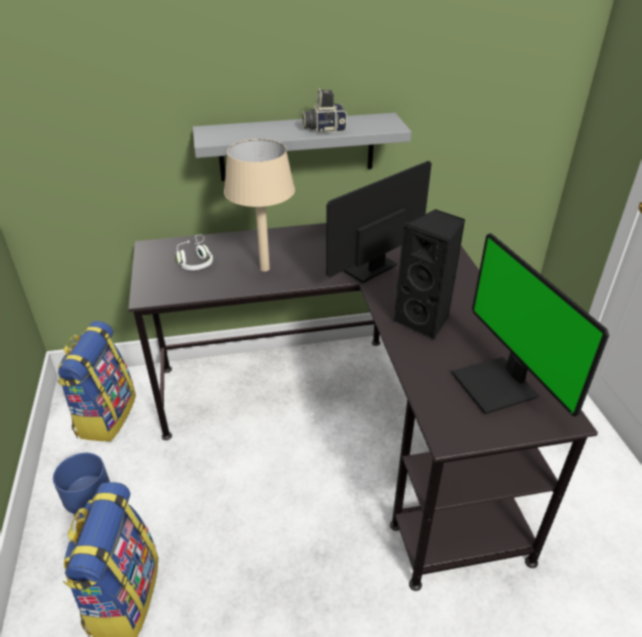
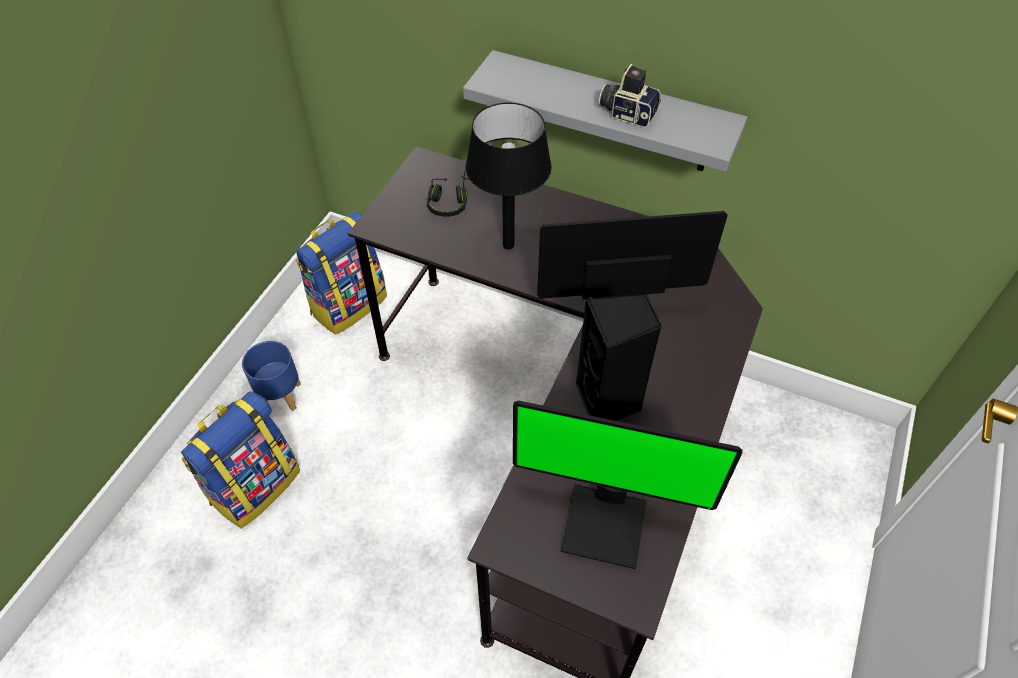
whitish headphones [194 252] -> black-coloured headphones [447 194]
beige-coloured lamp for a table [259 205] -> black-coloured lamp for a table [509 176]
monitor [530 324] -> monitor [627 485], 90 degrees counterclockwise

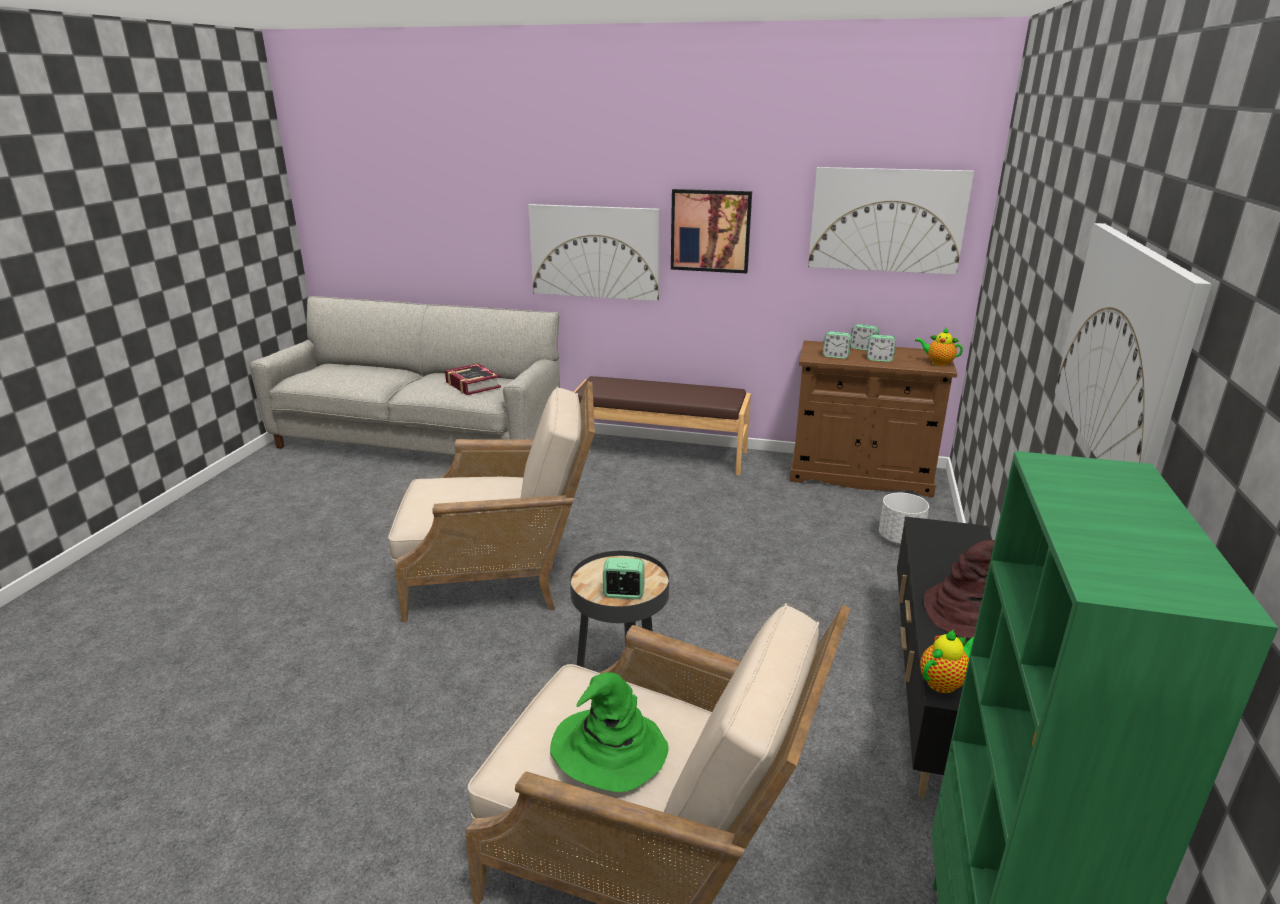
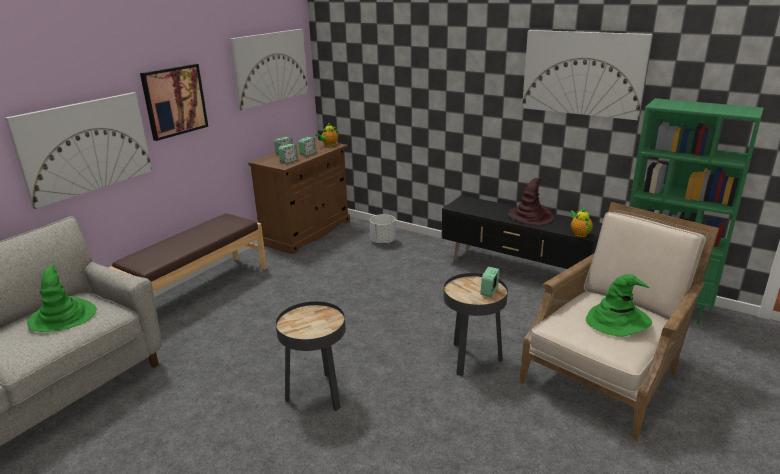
beige-coloured armchair [491 501] -> black-coloured accent table [311 356]
book [473 379] -> greenish wearable hat [62 298]

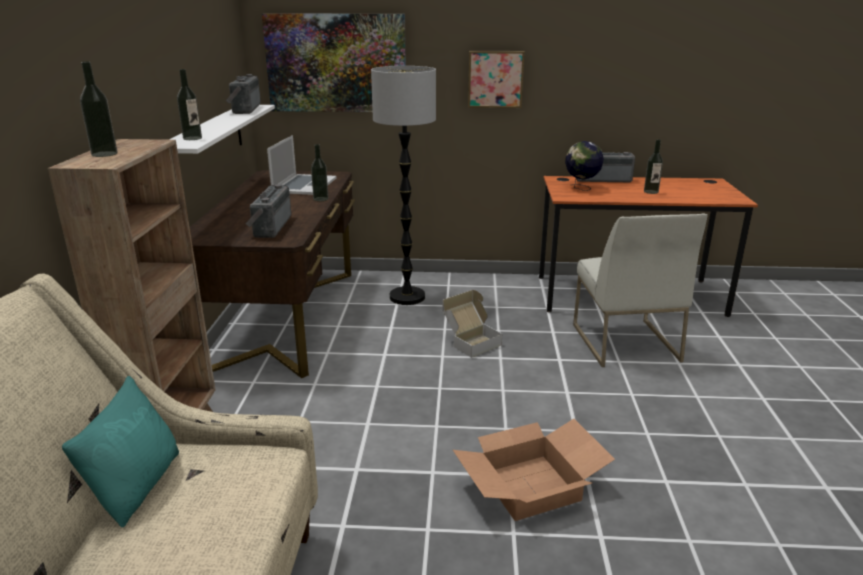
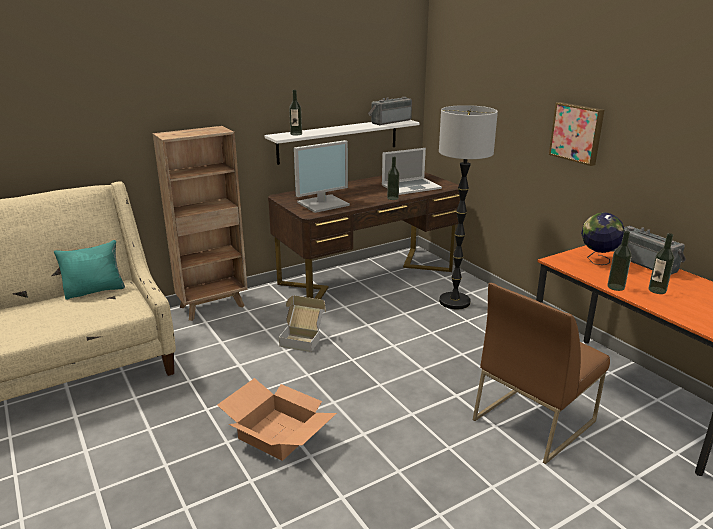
drink bottle [99 109] -> drink bottle [619 261], shifted
radio [268 211] -> monitor [322 176]
wall art [334 63] -> none
packing box [472 324] -> packing box [302 323], shifted
whitish upright chair [640 290] -> brown-coloured upright chair [541 373]

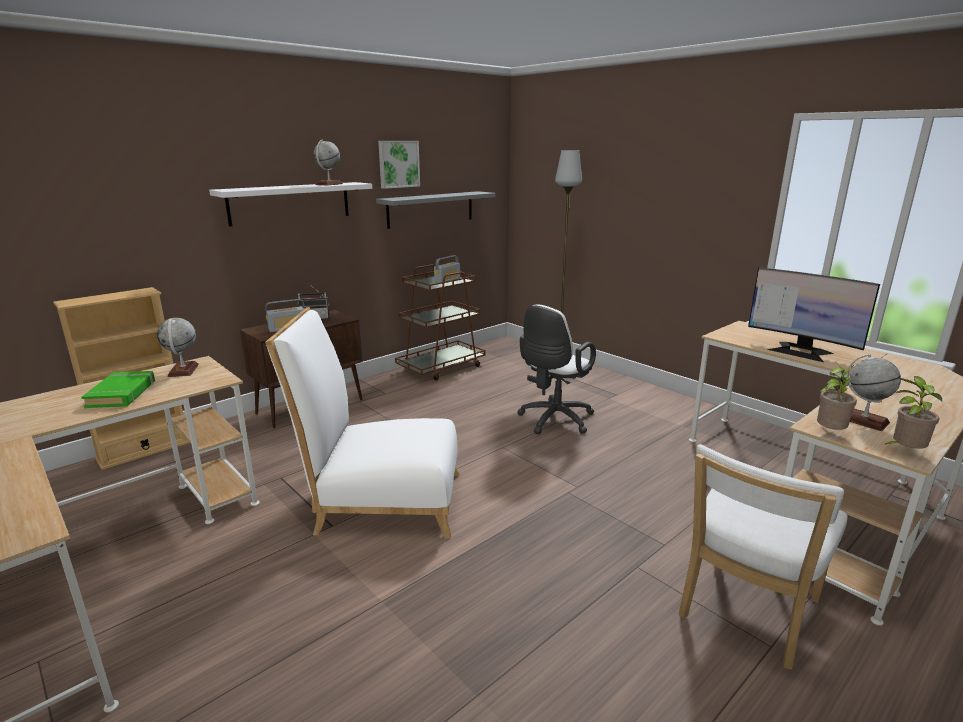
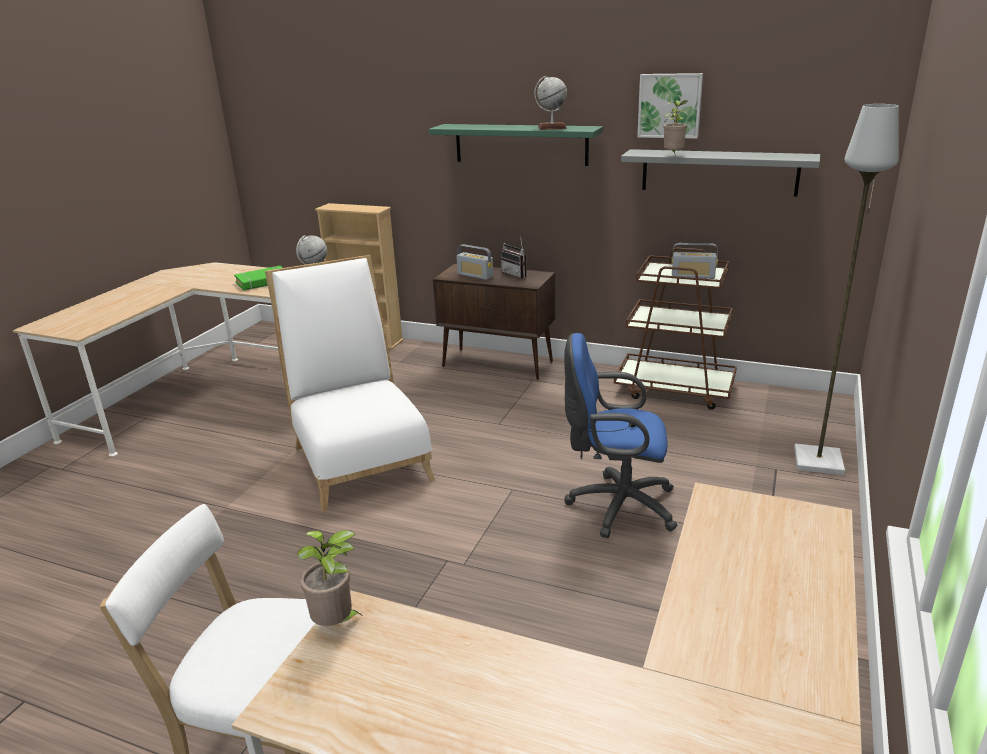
whitish shelf [290 204] -> greenish shelf [515 145]
whitish computer chair [556 369] -> blue-coloured computer chair [621 435]
monitor [814 314] -> none
desk globe [873 392] -> none
houseplant [912 412] -> houseplant [675 126], shifted

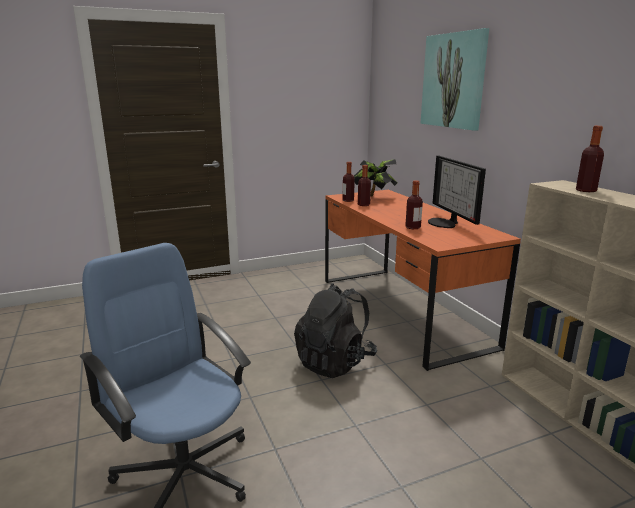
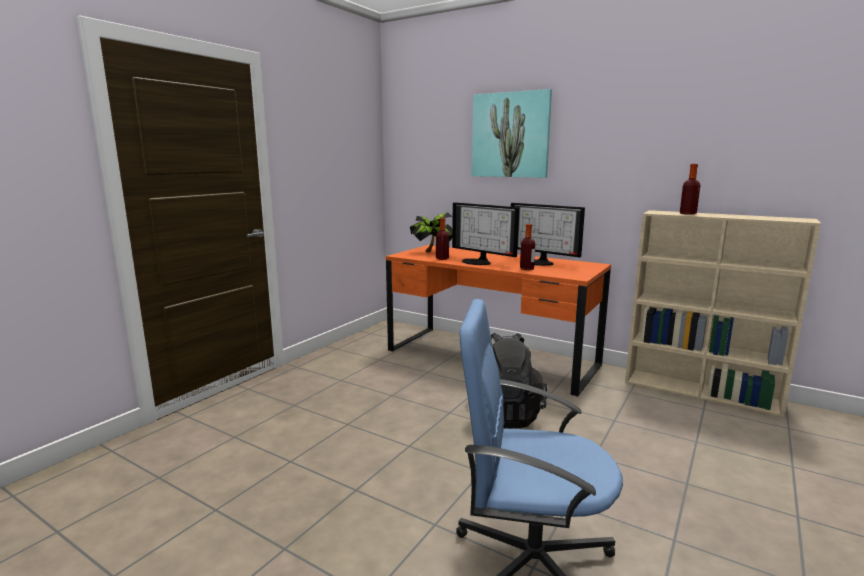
drink bottle [349 182] -> none
none -> monitor [485 233]

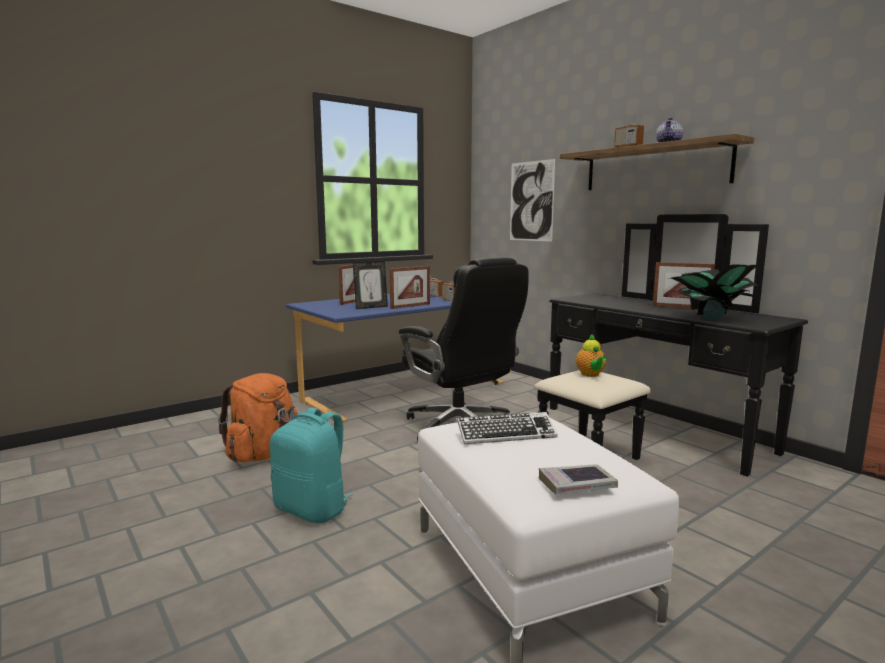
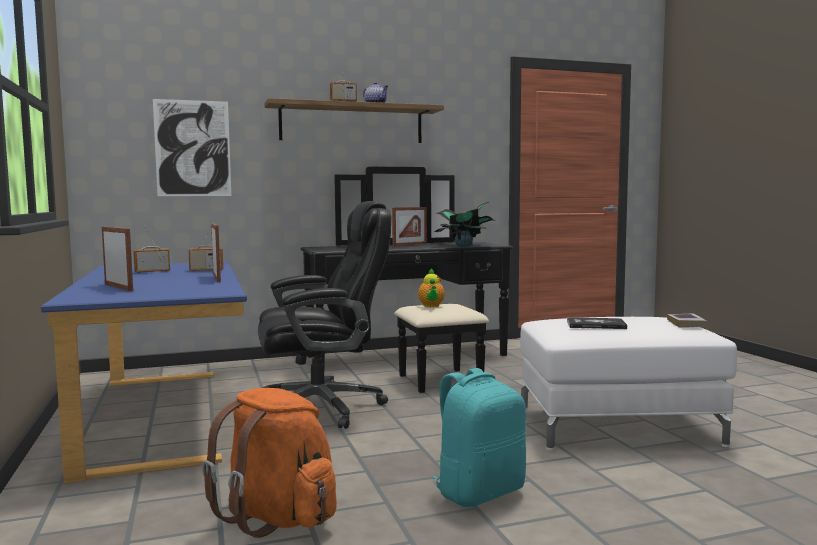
standing frame [370 285] -> none
computer keyboard [507 428] -> book [597 323]
teapot [591 355] -> teapot [431 287], 75 degrees clockwise

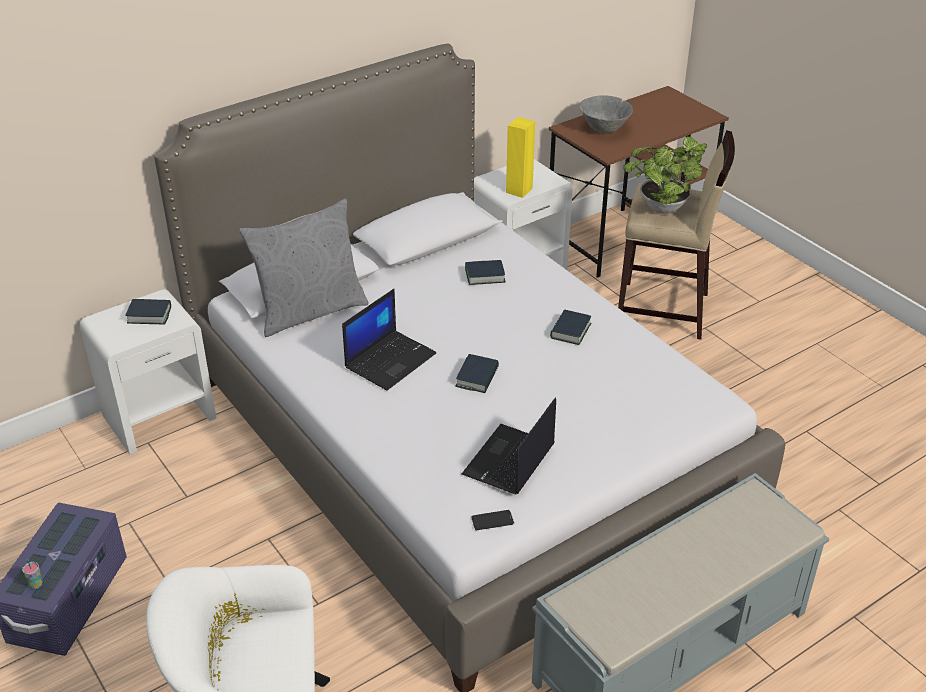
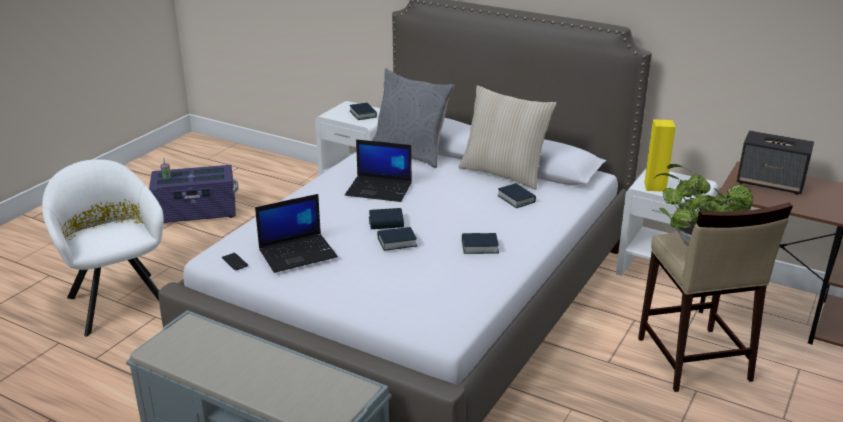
laptop [509 446] -> laptop [296 233], 150 degrees clockwise
grey bowl [606 114] -> audio speaker [775 163]
none -> book [397 239]
none -> beige-coloured throw pillow [508 137]

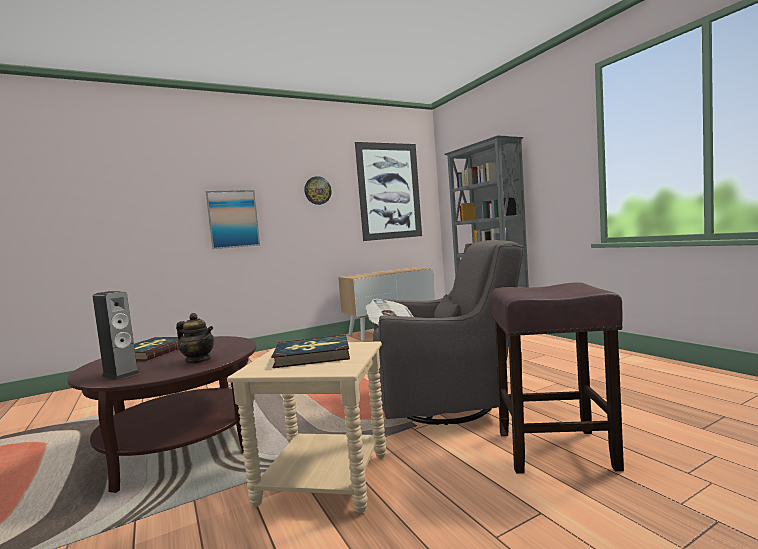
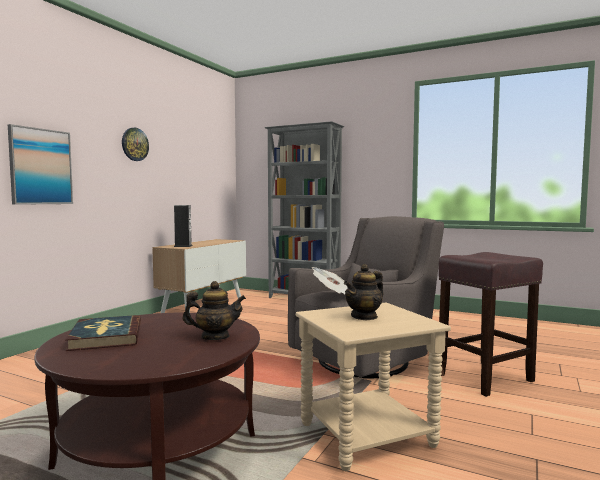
audio speaker [116 335] -> audio speaker [183 226], shifted
book [310 351] -> teapot [363 292]
wall art [388 191] -> none

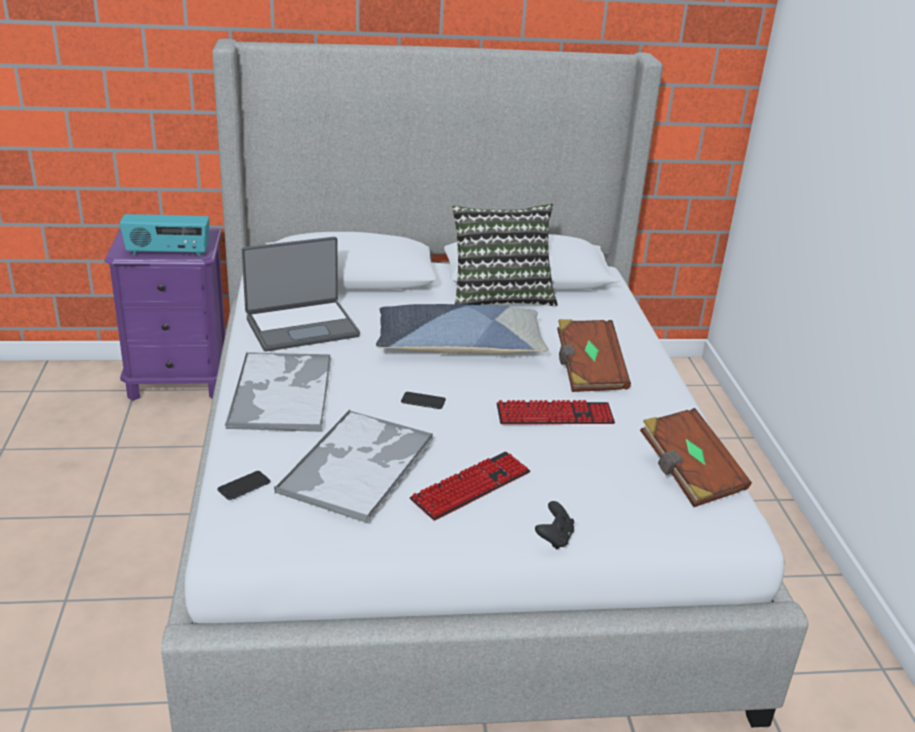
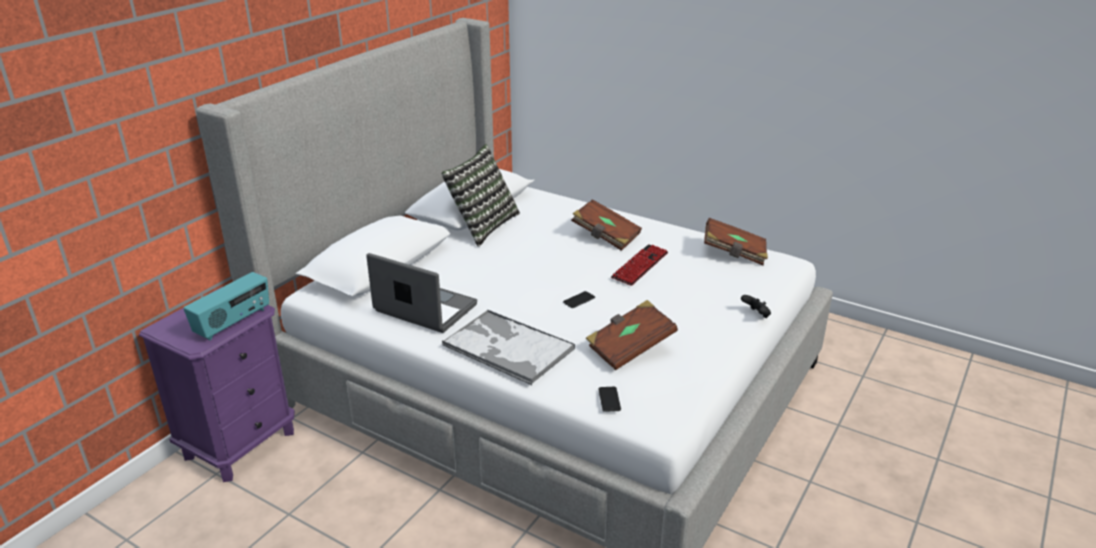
laptop [301 294] -> laptop [421 293], 75 degrees counterclockwise
carrying tray [353 466] -> brown-coloured book [632 335]
throw pillow [462 329] -> none
computer keyboard [470 486] -> none

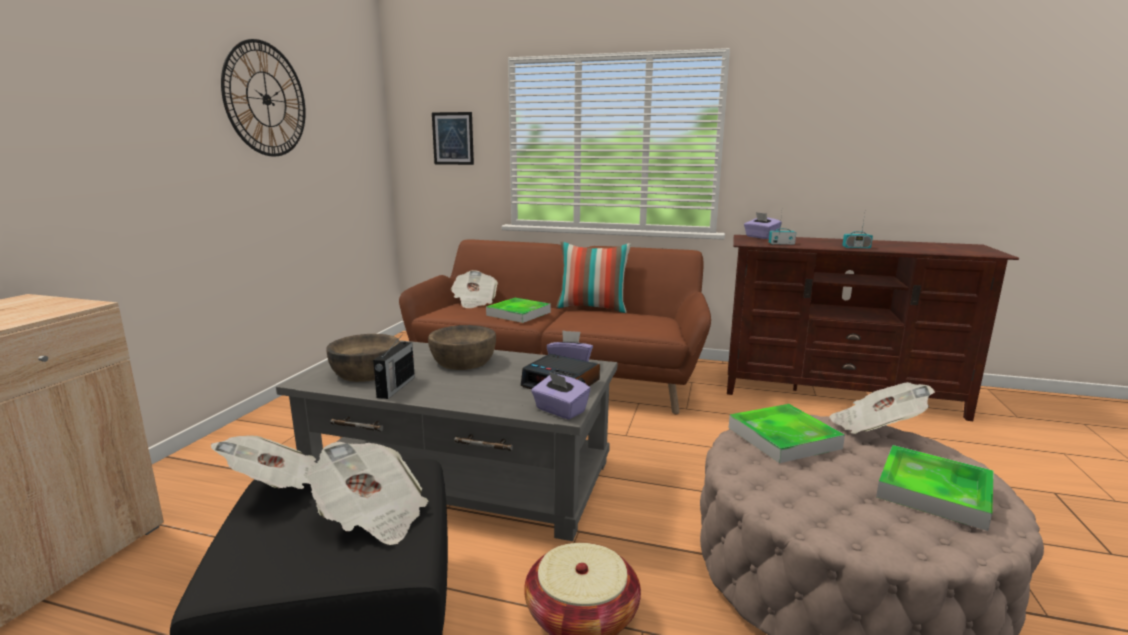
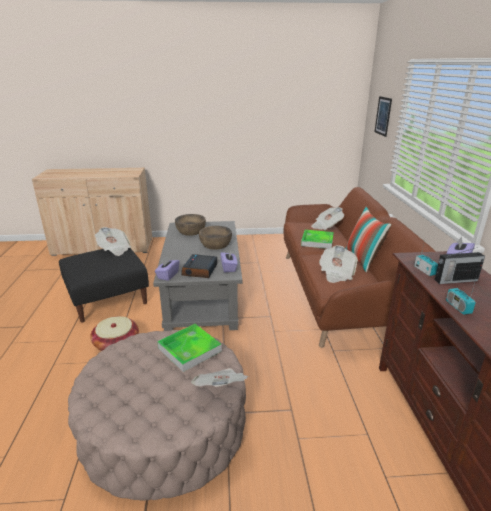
clock on the wall [263 98] -> none
newspaper [367 493] -> newspaper [338 264], shifted
radio [394 366] -> radio [460 265], shifted
carrying tray [935 488] -> none

